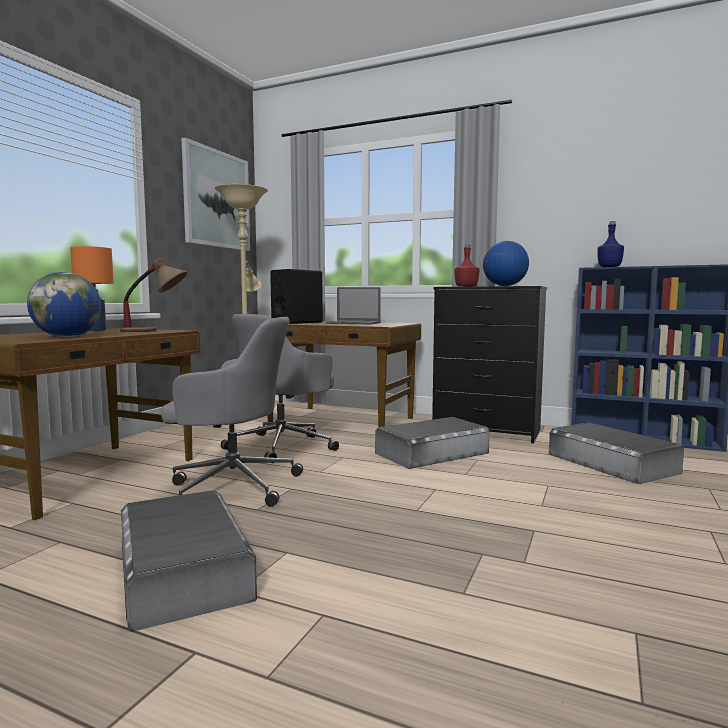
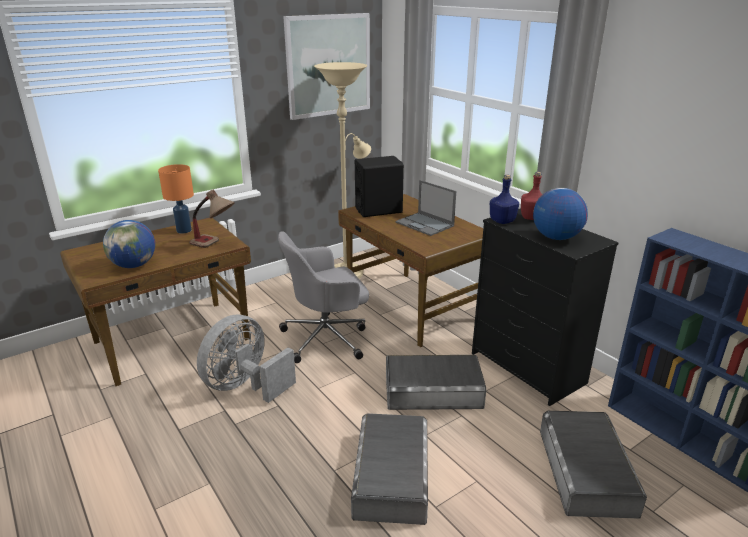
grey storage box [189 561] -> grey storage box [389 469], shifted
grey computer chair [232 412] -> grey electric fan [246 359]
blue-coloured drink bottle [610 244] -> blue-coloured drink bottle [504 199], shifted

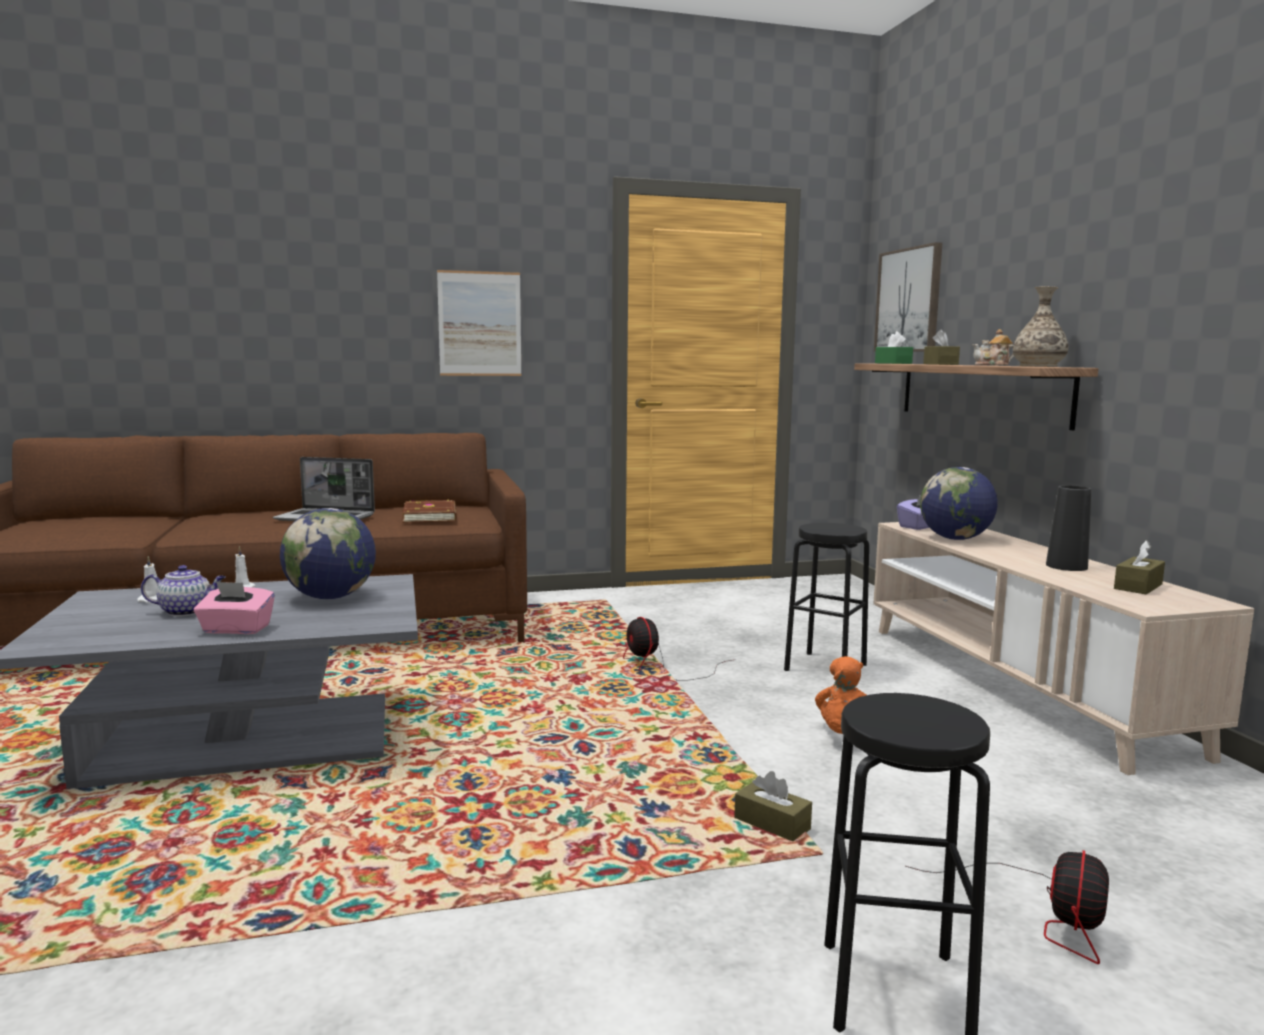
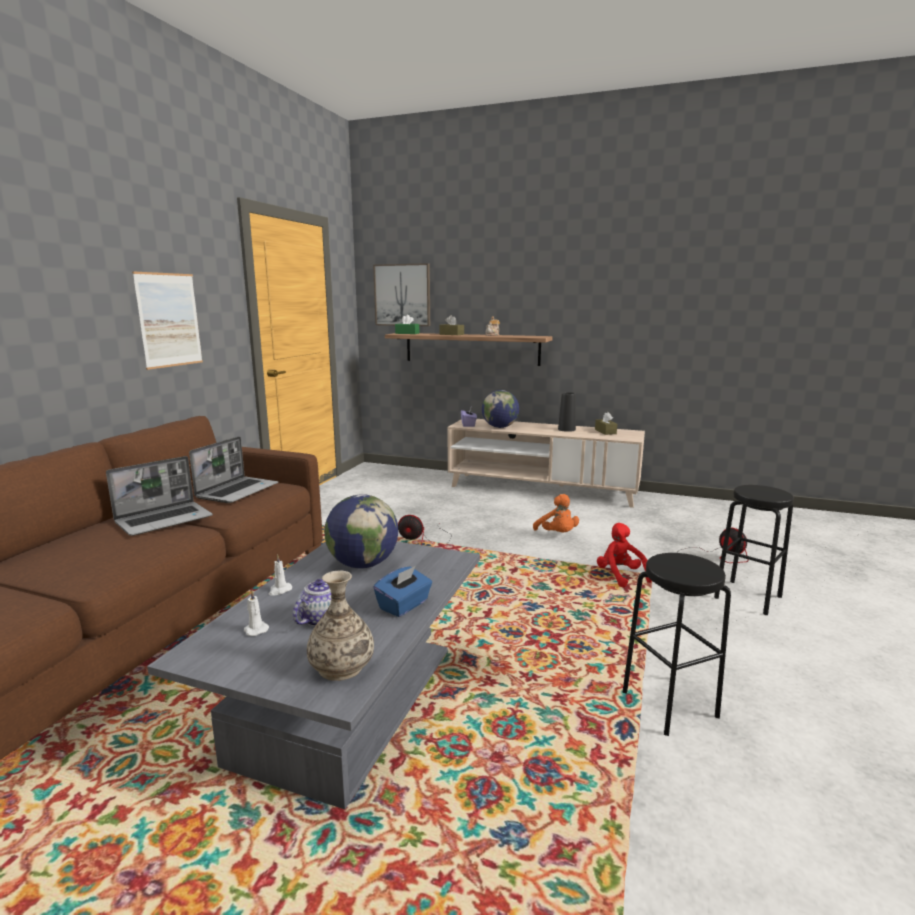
pinkish tissue holder [234 607] -> blue-coloured tissue holder [402 591]
brown-coloured book [429 511] -> laptop [233 469]
brown-coloured tissue holder [773 806] -> red-coloured cuddly toy [624 555]
black-coloured sitting stool [826 597] -> black-coloured sitting stool [677 644], shifted
flower vase [1040 326] -> flower vase [340 625], shifted

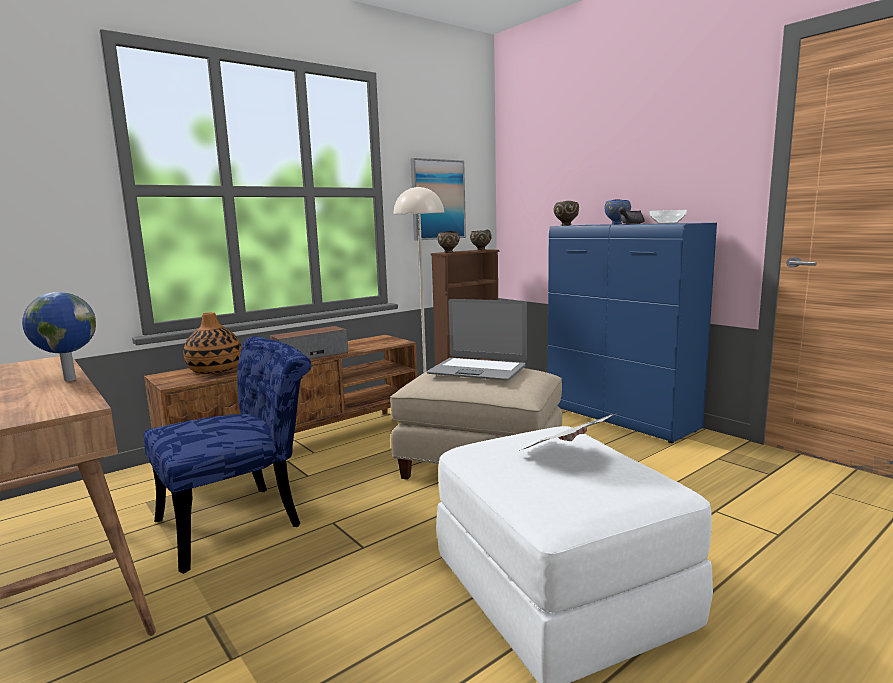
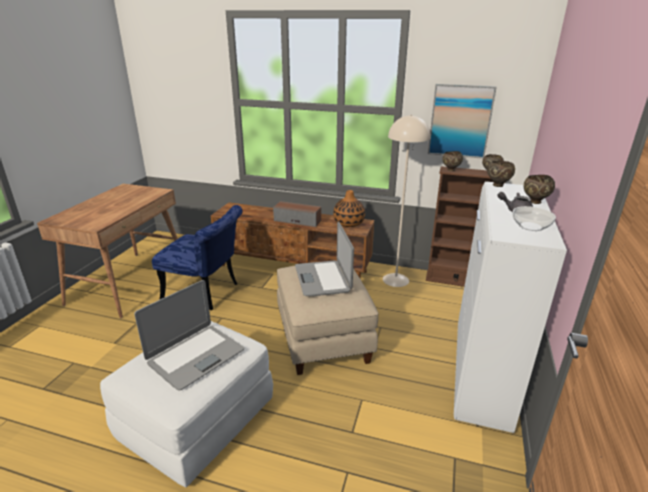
desk globe [59 336] -> none
flower vase [213 343] -> flower vase [349 208], shifted
newspaper [568 432] -> laptop [189 335]
blue-coloured cupboard [632 333] -> whitish cupboard [510 307]
blue-coloured bowl [617 211] -> brown-coloured bowl [539 189]

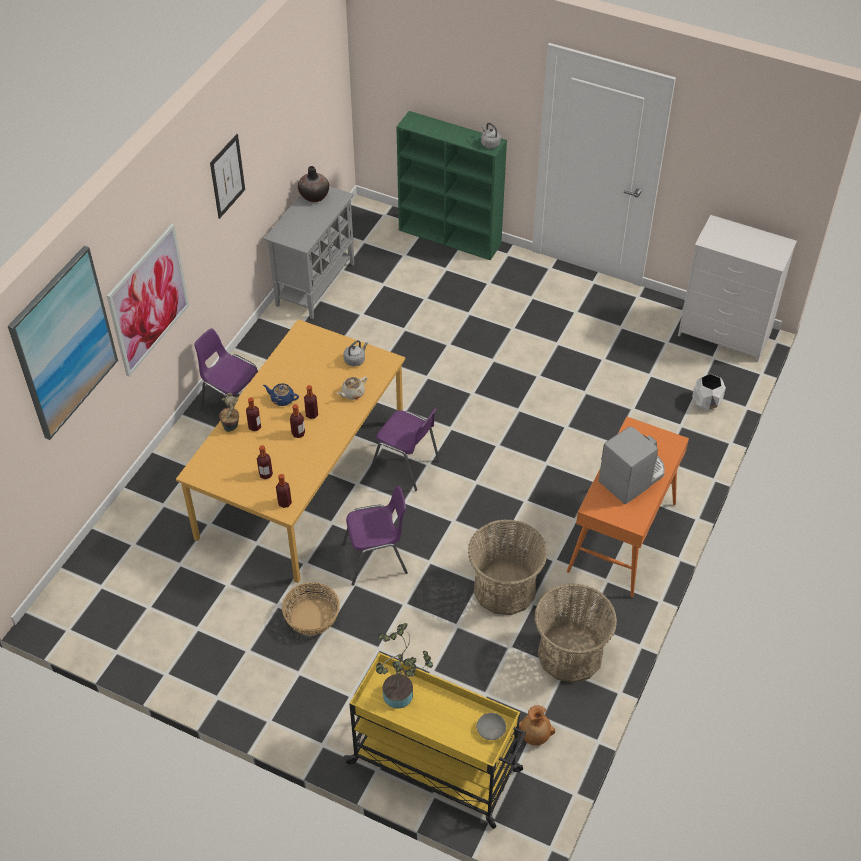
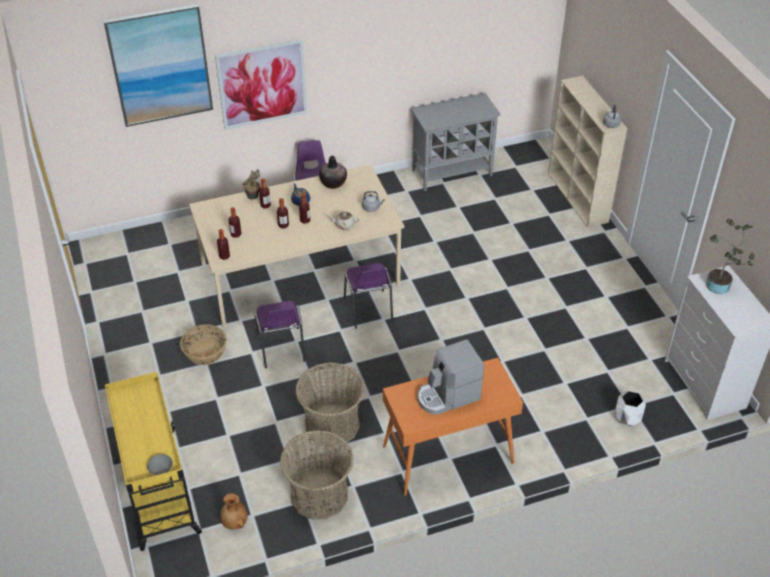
orangey dinner table [290 451] -> beige-coloured dinner table [296 246]
wall art [227 176] -> none
flower vase [313 184] -> flower vase [333 172], shifted
purple upright chair [375 536] -> purple upright chair [280 334], 45 degrees clockwise
houseplant [404 666] -> houseplant [730 256], shifted
greenish shelving unit [451 185] -> beige-coloured shelving unit [587 152]
coffee machine [631 465] -> coffee machine [451 377], 150 degrees clockwise

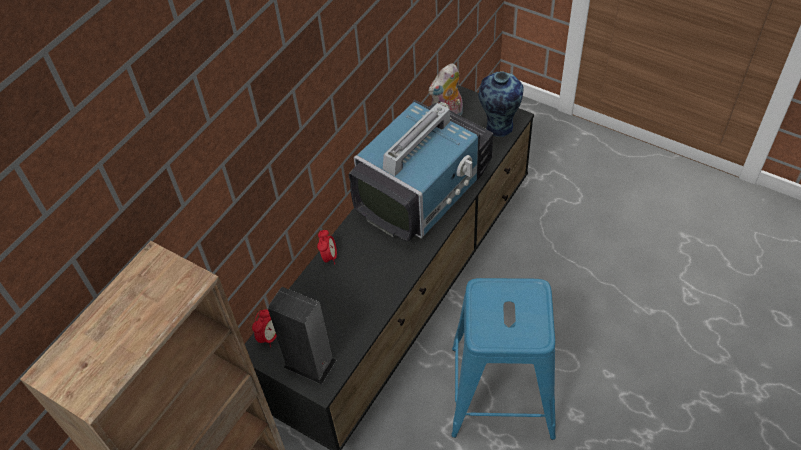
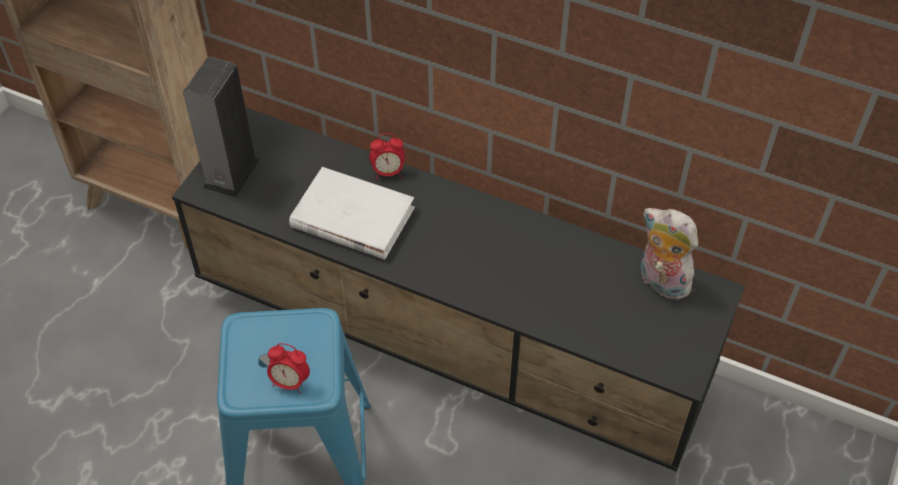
bedside clock [264 328] -> bedside clock [288 368], shifted
television [421 171] -> none
flower vase [500 104] -> none
none -> whitish book [352 213]

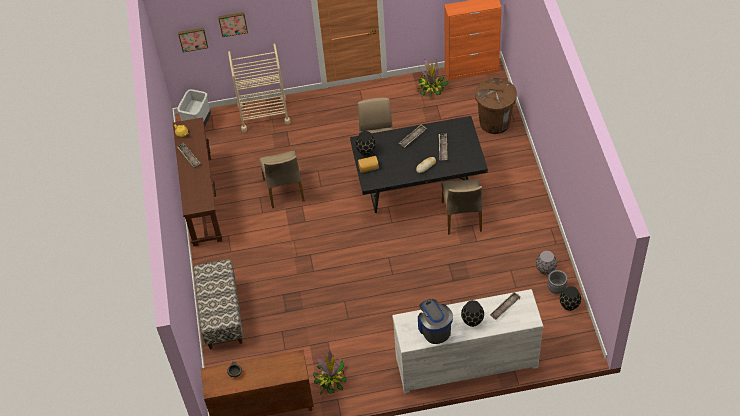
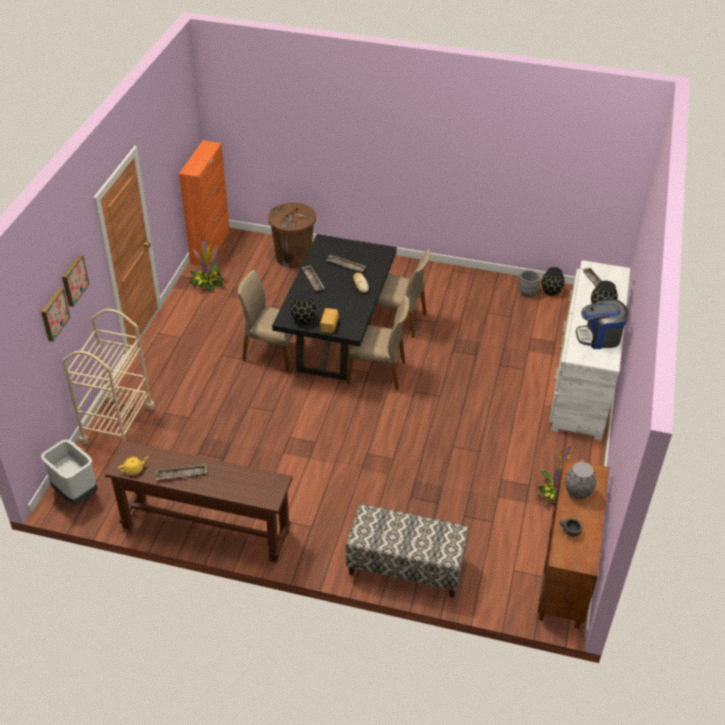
wall art [193 40] -> wall art [75 280], shifted
beige-coloured upright chair [282 179] -> beige-coloured upright chair [378 343], shifted
grey flower vase [546 263] -> grey flower vase [580 481], shifted

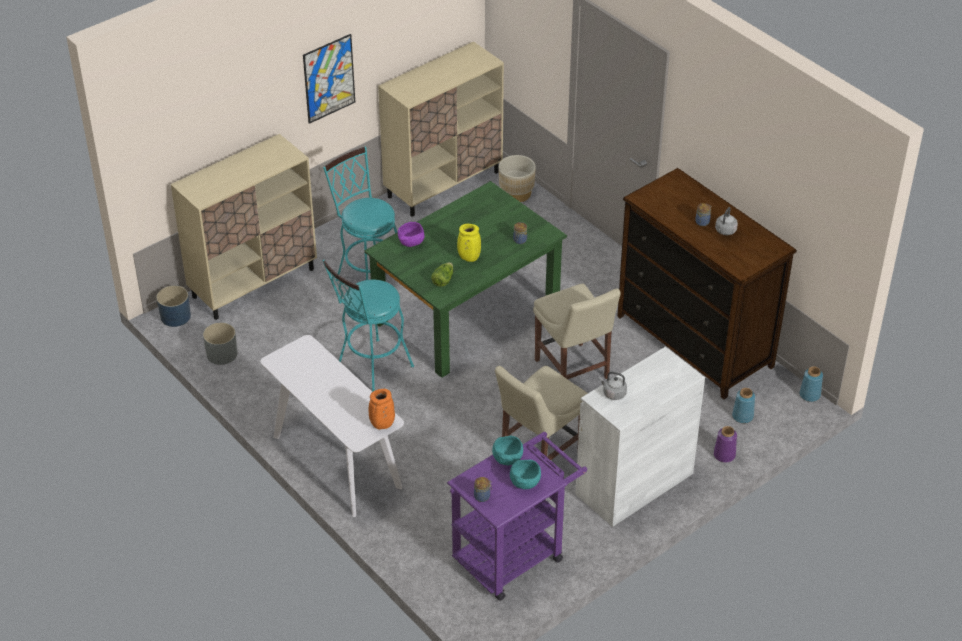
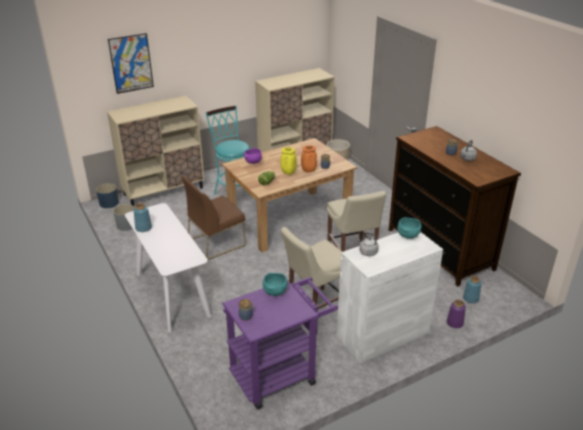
wall art [329 79] -> wall art [131 63], shifted
turquoise-coloured sitting stool [368 326] -> brown-coloured upright chair [214 218]
greenish dinner table [465 279] -> brown-coloured dinner table [289 195]
orangey flower vase [382 409] -> orangey flower vase [309 158], shifted
turquoise-coloured bowl [525 474] -> turquoise-coloured bowl [409 228], shifted
blue-coloured flower vase [811 384] -> blue-coloured flower vase [142 217], shifted

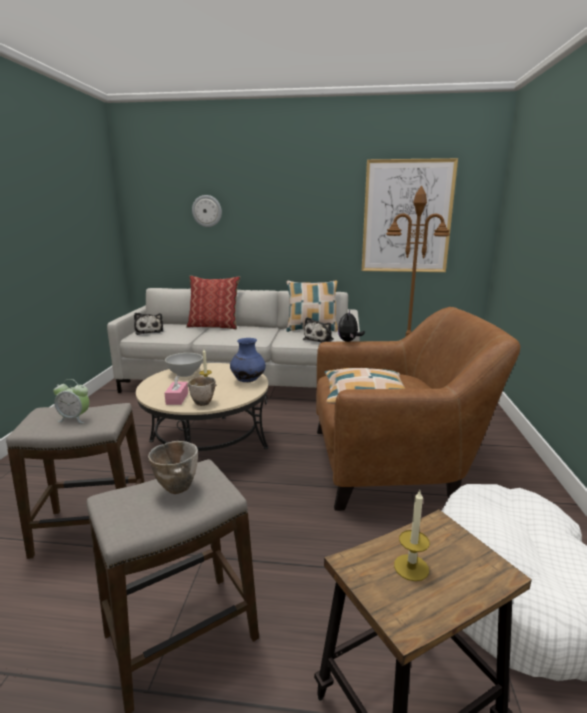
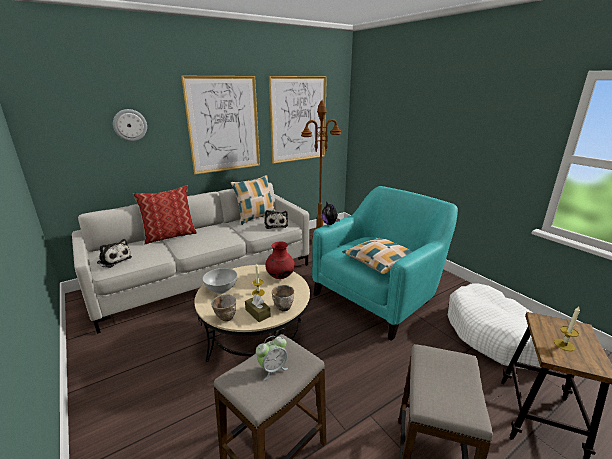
bowl [173 467] -> bowl [223 308], shifted
pinkish tissue holder [176 390] -> brown-coloured tissue holder [258 308]
blue-coloured flower vase [248 360] -> red-coloured flower vase [280 260]
brown-coloured armchair [418 409] -> turquoise-coloured armchair [385 263]
none -> wall art [220 125]

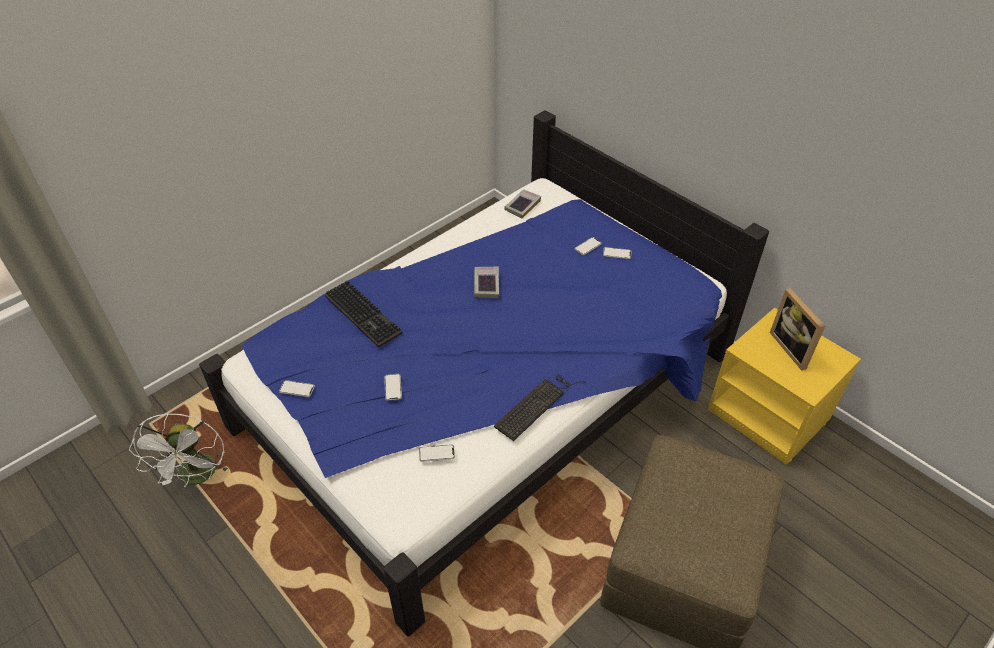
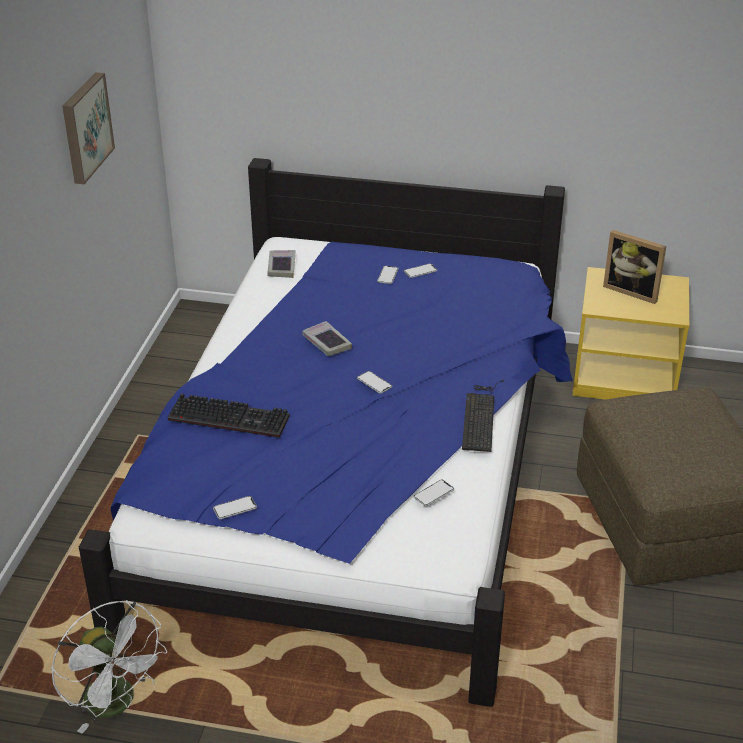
phone [393 387] -> phone [374 382], shifted
none -> wall art [88 128]

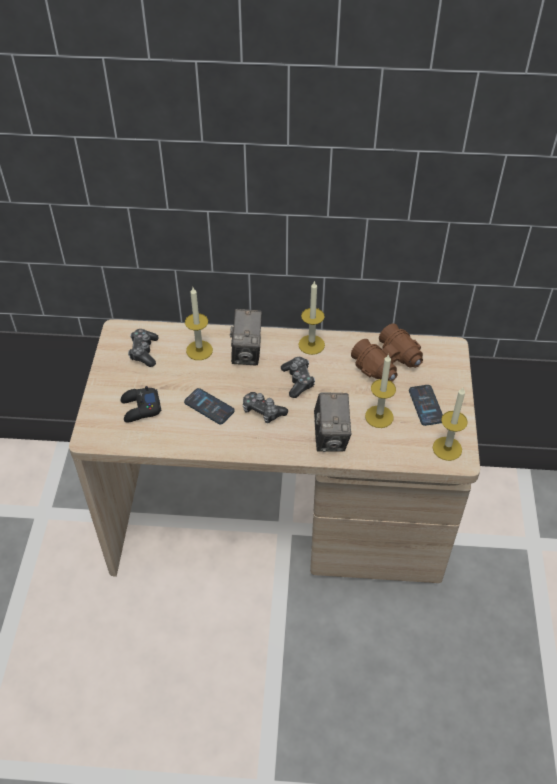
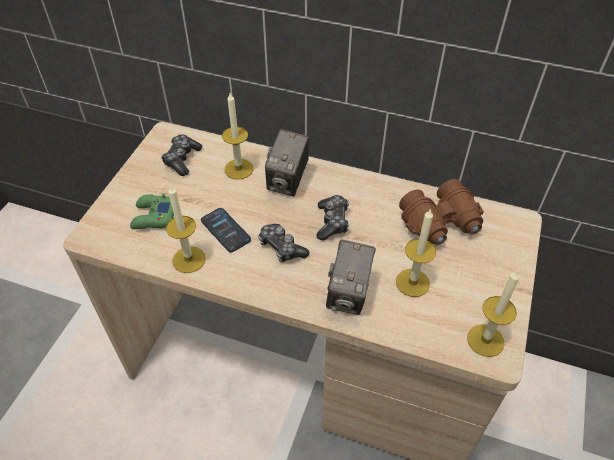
black-coloured game controller [141 404] -> greenish game controller [152 211]
wax light [311 318] -> wax light [186 228], shifted
phone [426 405] -> none

